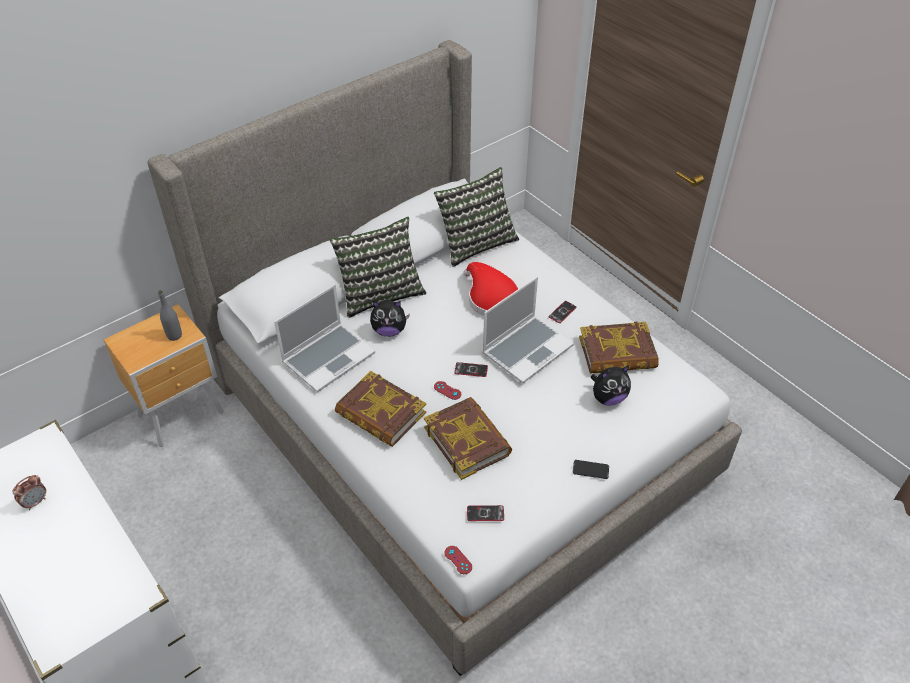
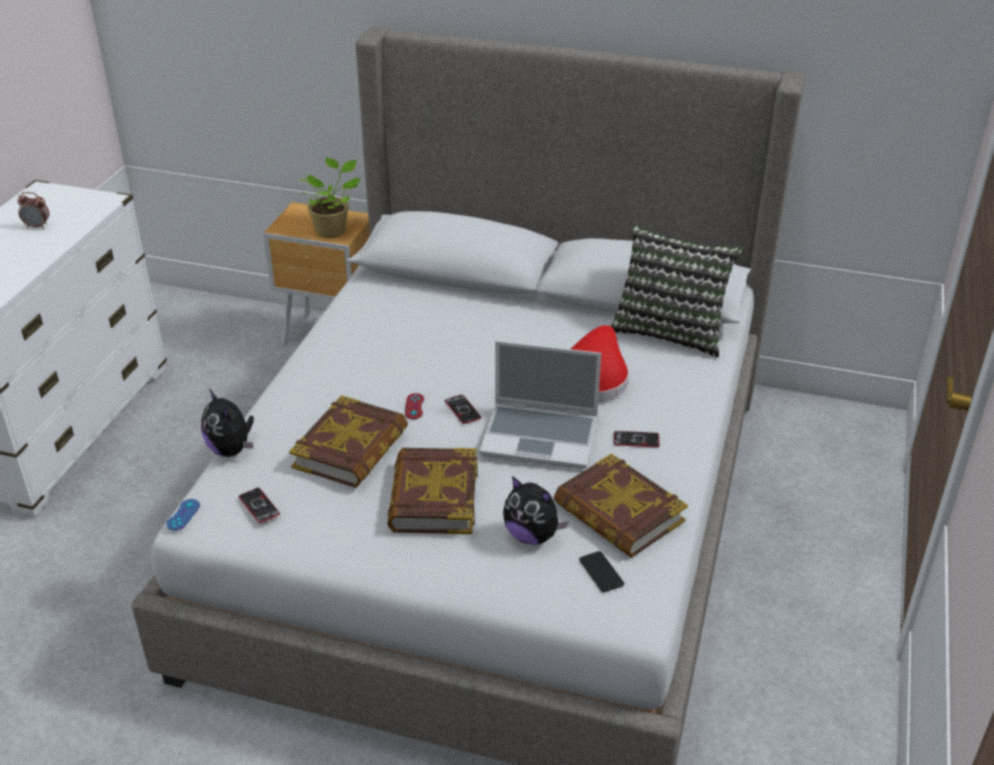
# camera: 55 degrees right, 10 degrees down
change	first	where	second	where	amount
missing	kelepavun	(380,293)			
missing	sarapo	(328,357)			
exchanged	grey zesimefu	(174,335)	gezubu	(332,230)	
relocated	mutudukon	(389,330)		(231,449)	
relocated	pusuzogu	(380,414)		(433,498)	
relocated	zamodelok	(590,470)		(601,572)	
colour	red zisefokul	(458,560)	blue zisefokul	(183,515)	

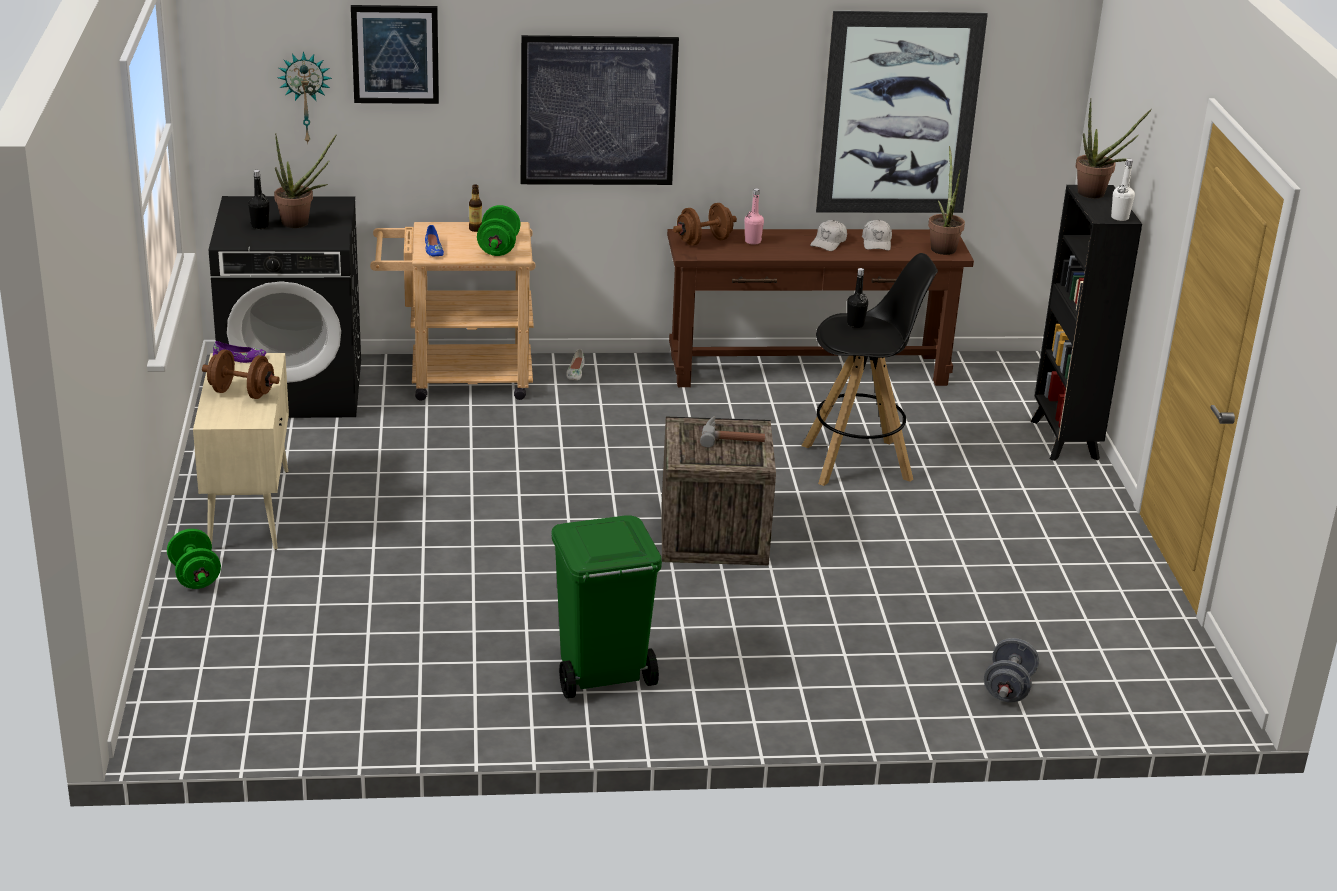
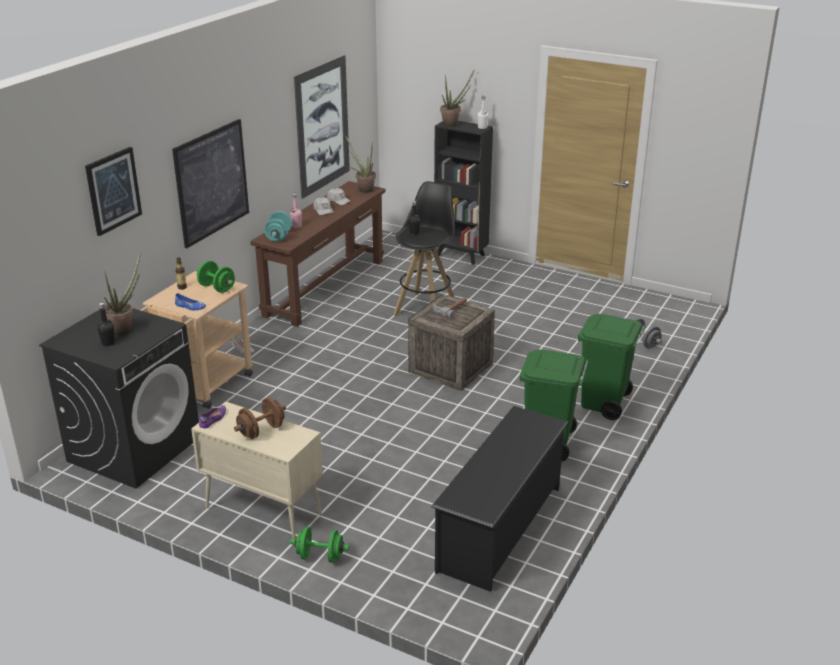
# camera: 55 degrees left, 0 degrees up
change	first	where	second	where	amount
missing	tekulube	(305,97)			
colour	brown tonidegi	(704,241)	turquoise tonidegi	(278,237)	
appeared			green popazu	(604,404)	
appeared			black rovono	(500,528)	

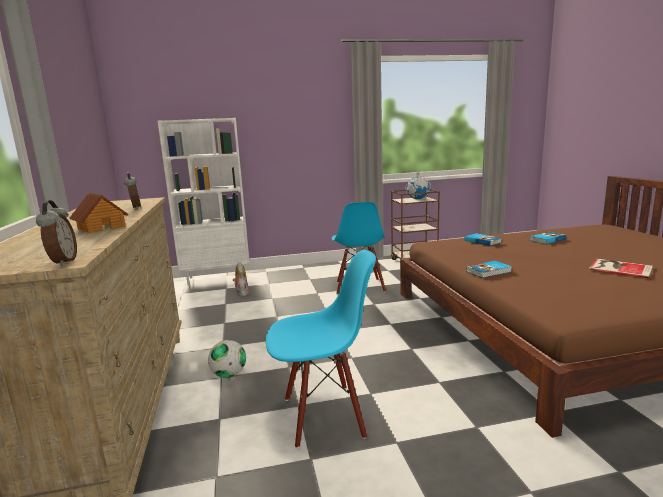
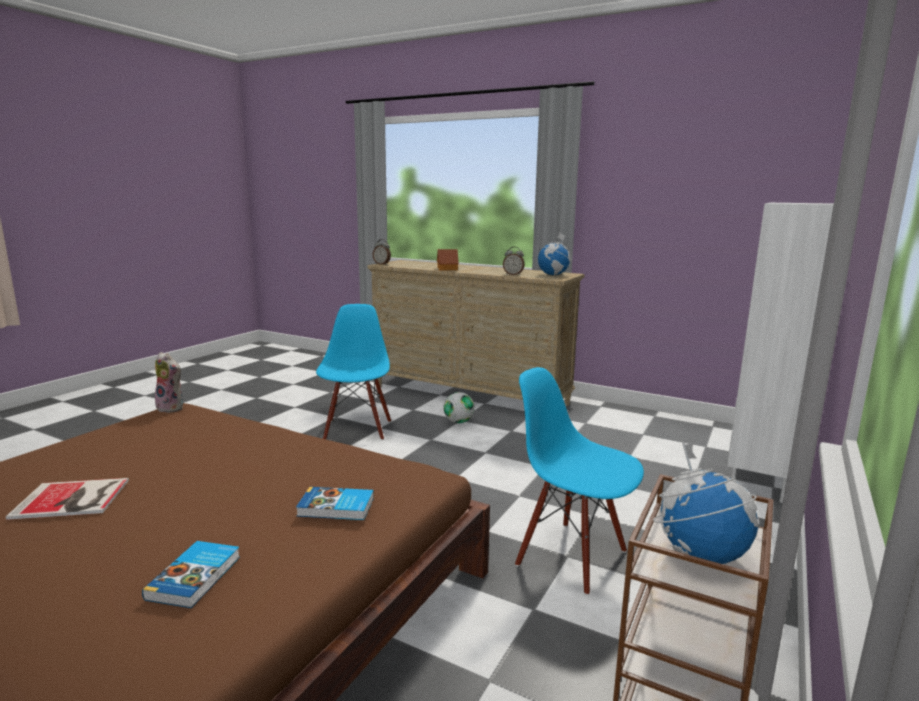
# camera: 130 degrees right, 0 degrees up
change	first	where	second	where	amount
spun	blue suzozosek	(324,415)		(357,429)	150 degrees clockwise
missing	pusuzogu	(489,271)			
relocated	mutudukon	(241,293)		(172,408)	
appeared			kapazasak	(553,275)	

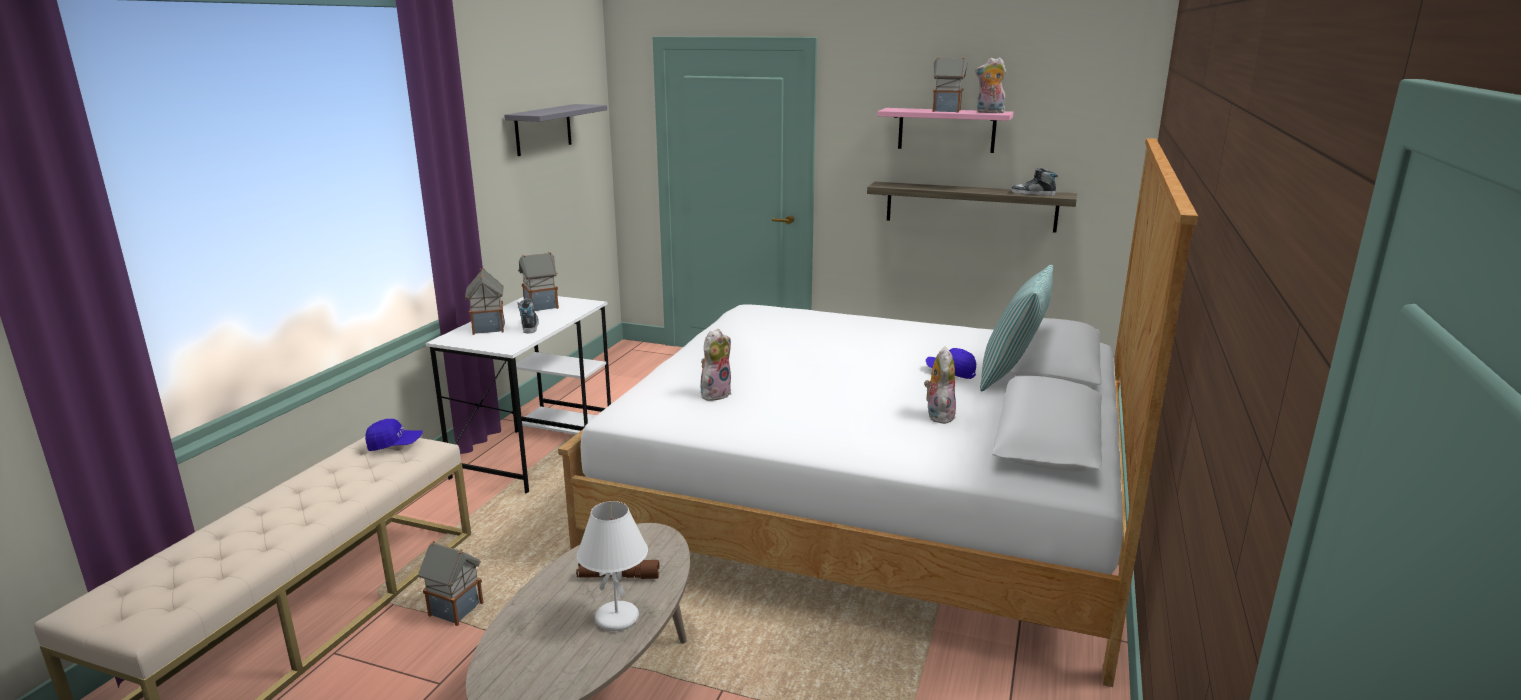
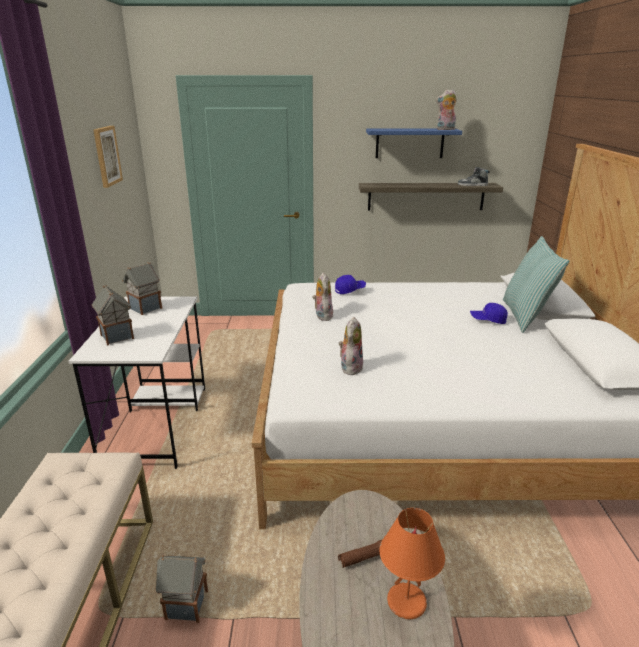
# camera: 20 degrees left, 5 degrees up
change	first	where	second	where	amount
missing	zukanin	(947,111)			
exchanged	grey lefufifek	(543,129)	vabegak	(106,156)	
colour	pink lefufifek	(946,130)	blue lefufifek	(409,143)	
missing	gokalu	(529,326)			
relocated	mutudukon	(938,415)		(322,316)	
relocated	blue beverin	(395,445)		(350,290)	
colour	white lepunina	(618,618)	orange lepunina	(407,601)	

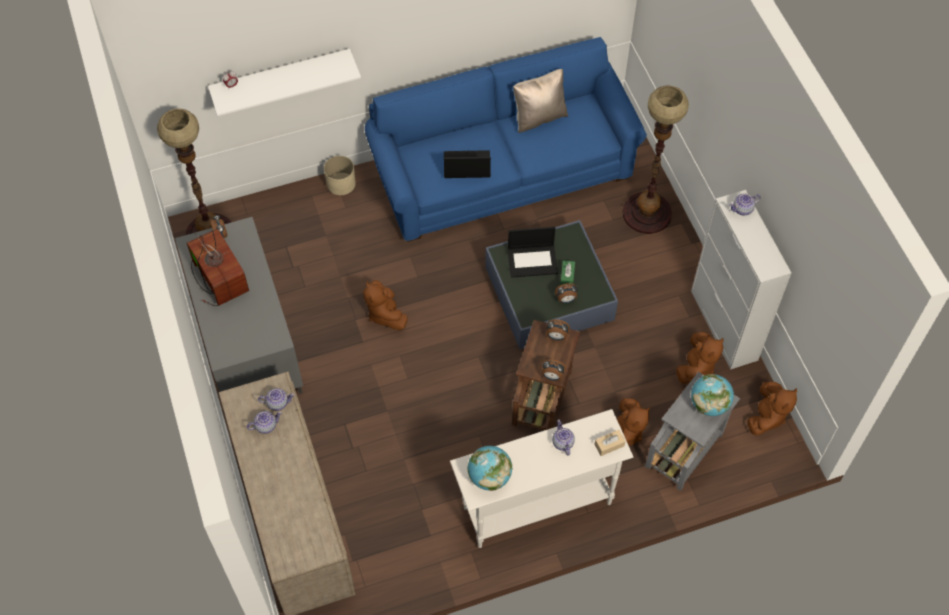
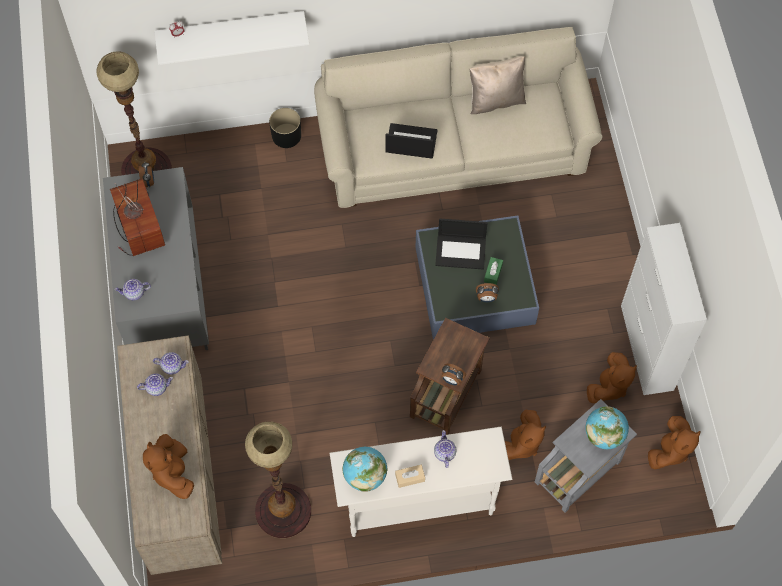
# camera: 10 degrees right, 5 degrees up
change	first	where	second	where	amount
colour	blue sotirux	(502,170)	beige sotirux	(453,146)	
relocated	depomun	(646,213)		(283,511)	
colour	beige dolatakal	(341,183)	black dolatakal	(286,135)	
relocated	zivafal	(742,209)		(134,293)	
relocated	brown mutudukon	(385,314)		(173,472)	
missing	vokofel	(556,336)			
relocated	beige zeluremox	(609,445)		(410,478)	

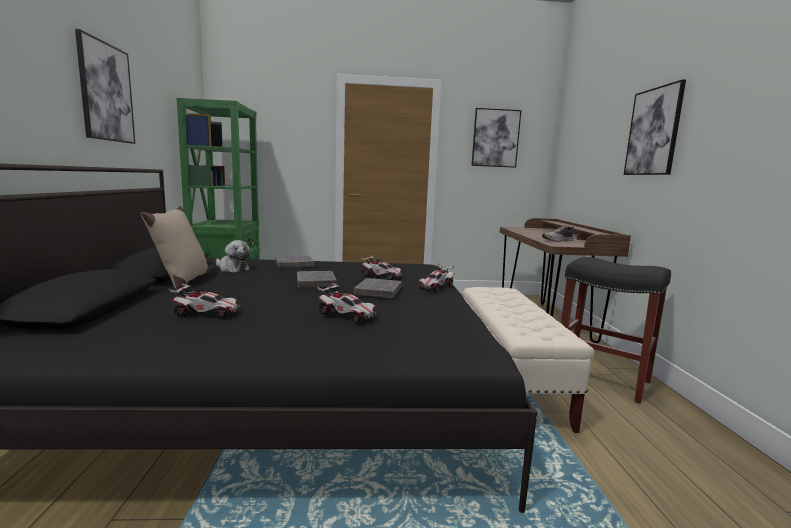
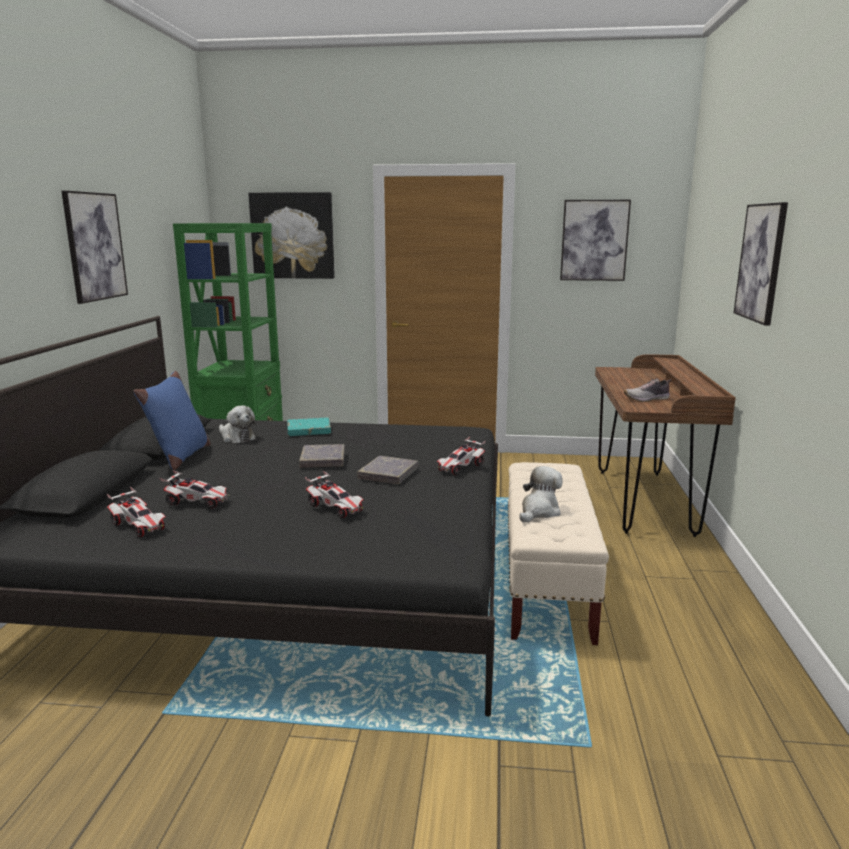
# camera: 10 degrees right, 5 degrees up
change	first	where	second	where	amount
colour	beige kelepavun	(182,281)	blue kelepavun	(180,457)	
relocated	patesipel	(381,276)		(139,526)	
colour	grey pusuzogu	(294,264)	turquoise pusuzogu	(309,430)	
missing	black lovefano	(603,379)			
appeared			vabegak	(293,236)	
appeared			mutudukon	(539,511)	

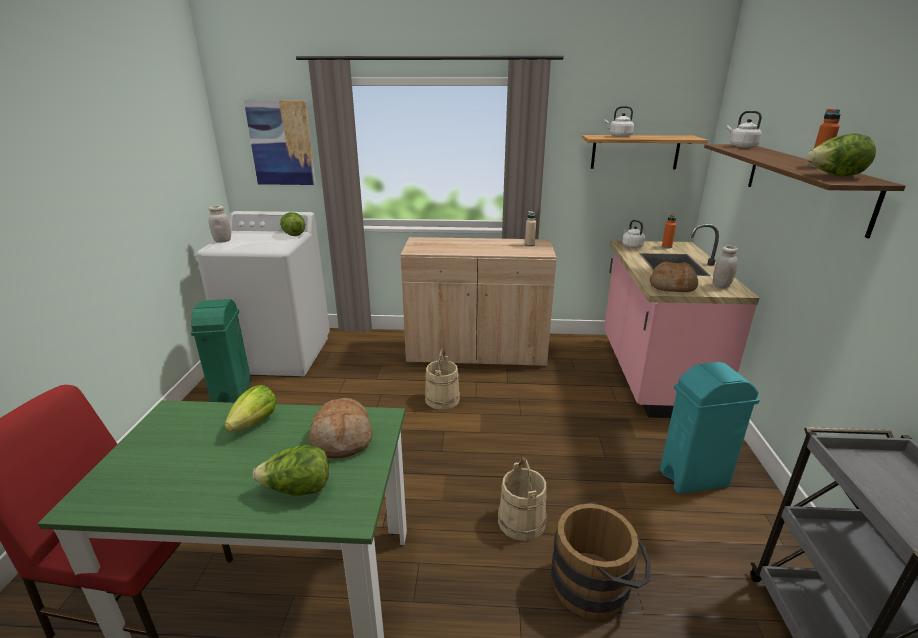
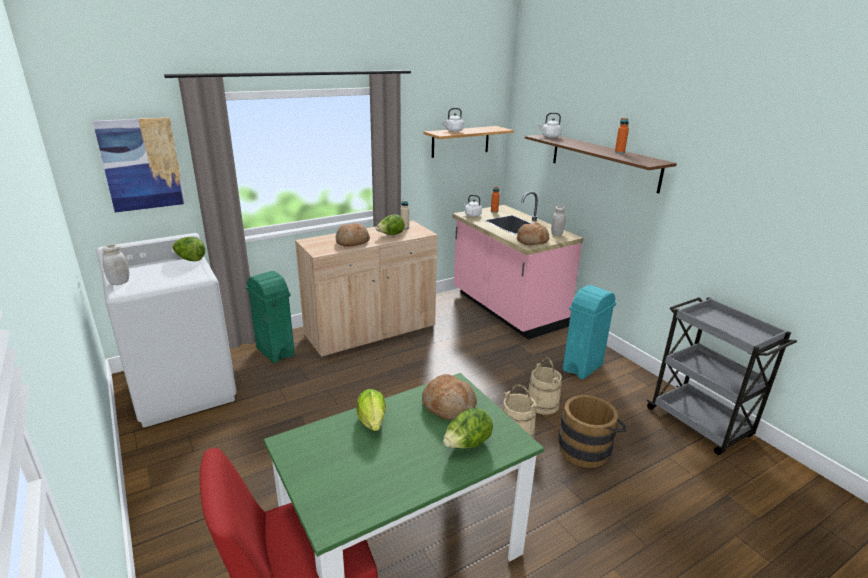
# camera: 35 degrees left, 0 degrees up
change	first	where	second	where	amount
relocated	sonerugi	(833,176)		(390,235)	
relocated	green popazu	(232,394)		(275,352)	
relocated	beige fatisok	(442,399)		(542,404)	
appeared			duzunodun	(352,242)	

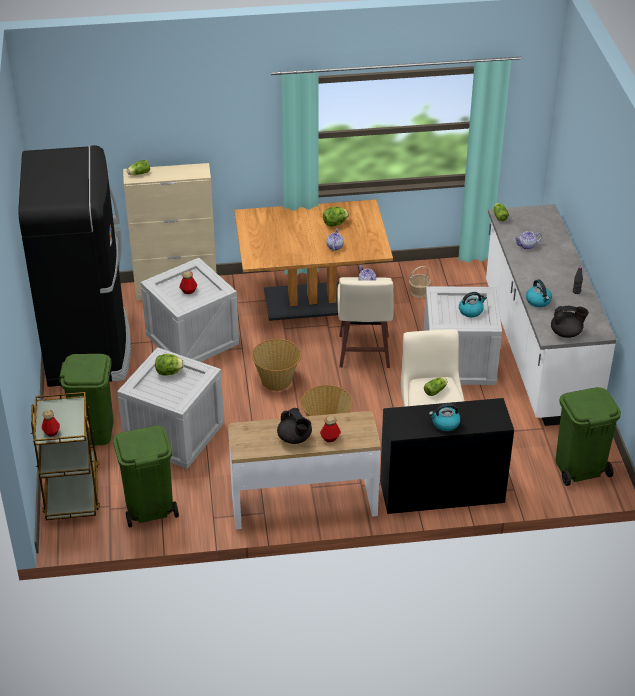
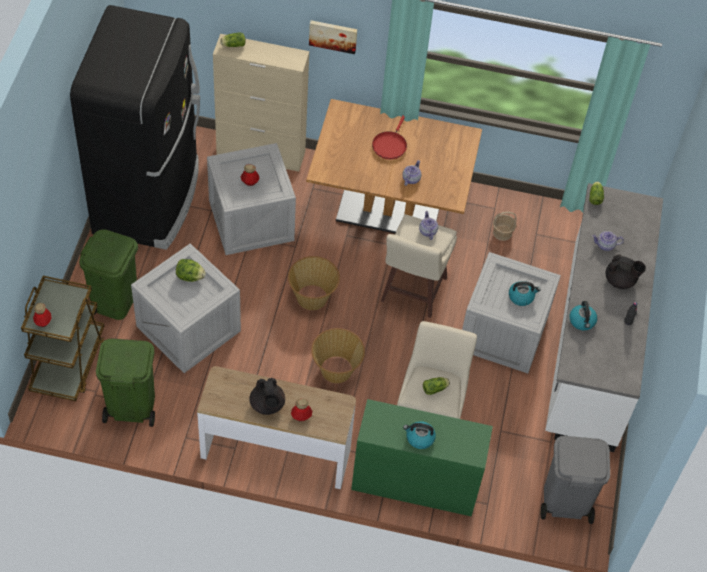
# camera: 15 degrees right, 15 degrees up
change	first	where	second	where	amount
missing	sonerugi	(335,223)			
relocated	black zivafal	(566,333)		(620,280)	
colour	green popazu	(579,468)	grey popazu	(565,501)	
colour	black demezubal	(441,492)	green demezubal	(415,483)	
appeared			vabegak	(333,35)	
appeared			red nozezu	(390,145)	

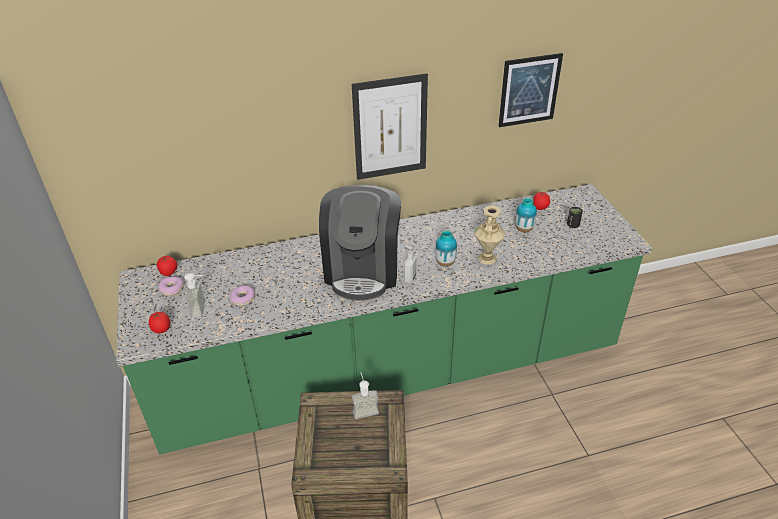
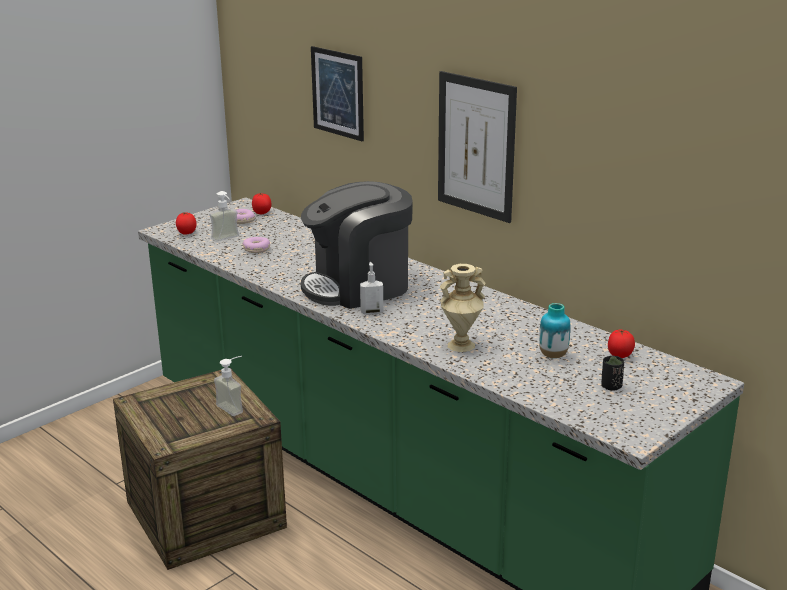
# camera: 60 degrees right, 15 degrees down
change	first	where	second	where	amount
relocated	vabegak	(529,90)		(337,93)	
missing	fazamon	(445,263)			

